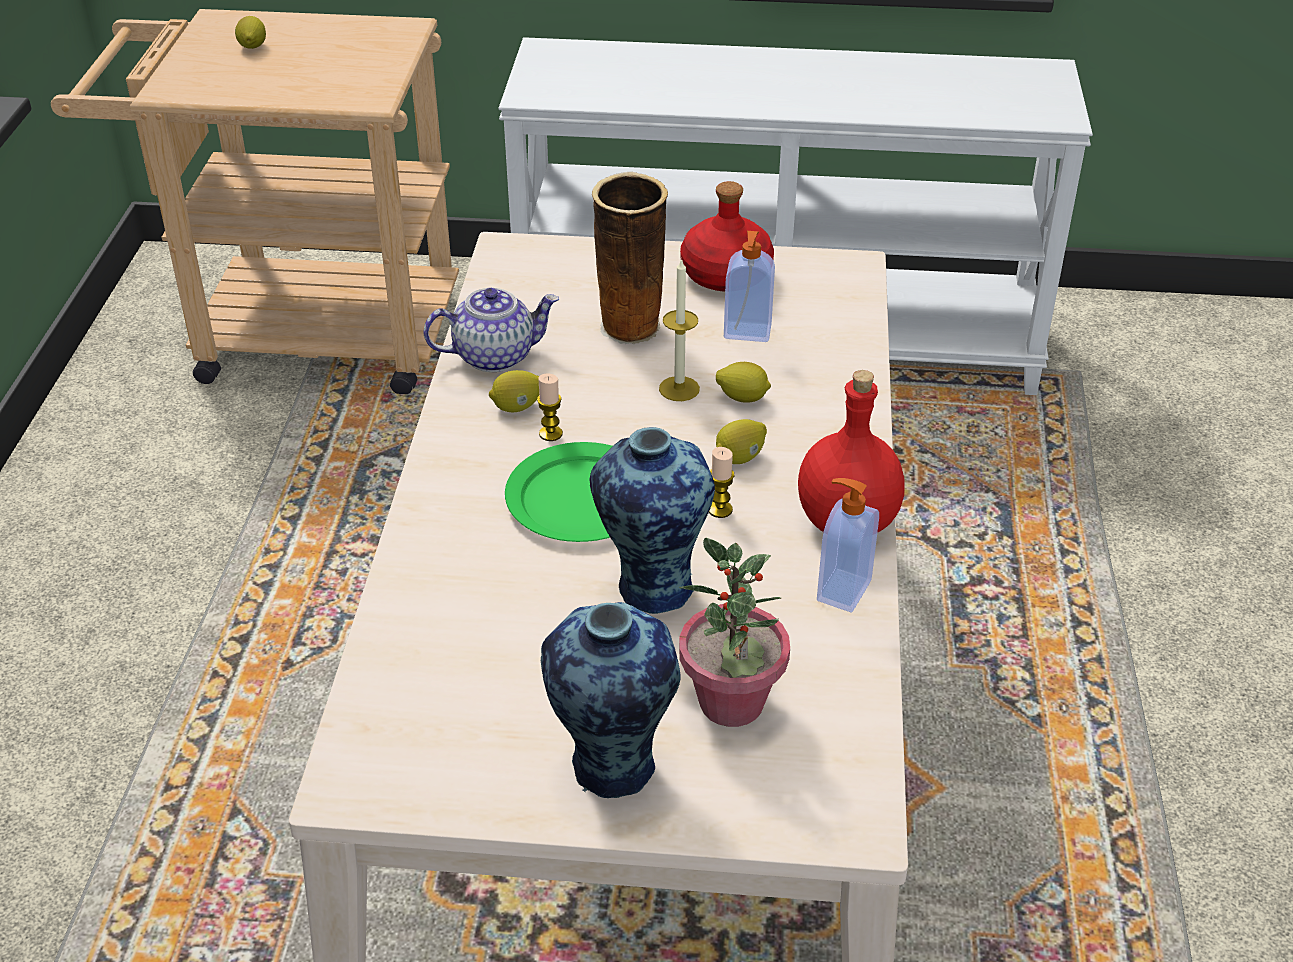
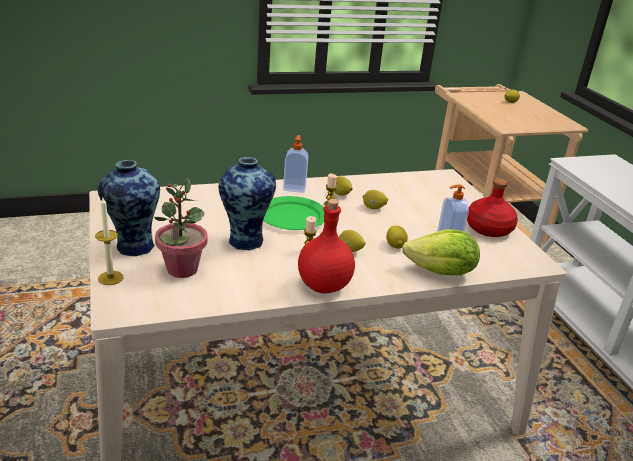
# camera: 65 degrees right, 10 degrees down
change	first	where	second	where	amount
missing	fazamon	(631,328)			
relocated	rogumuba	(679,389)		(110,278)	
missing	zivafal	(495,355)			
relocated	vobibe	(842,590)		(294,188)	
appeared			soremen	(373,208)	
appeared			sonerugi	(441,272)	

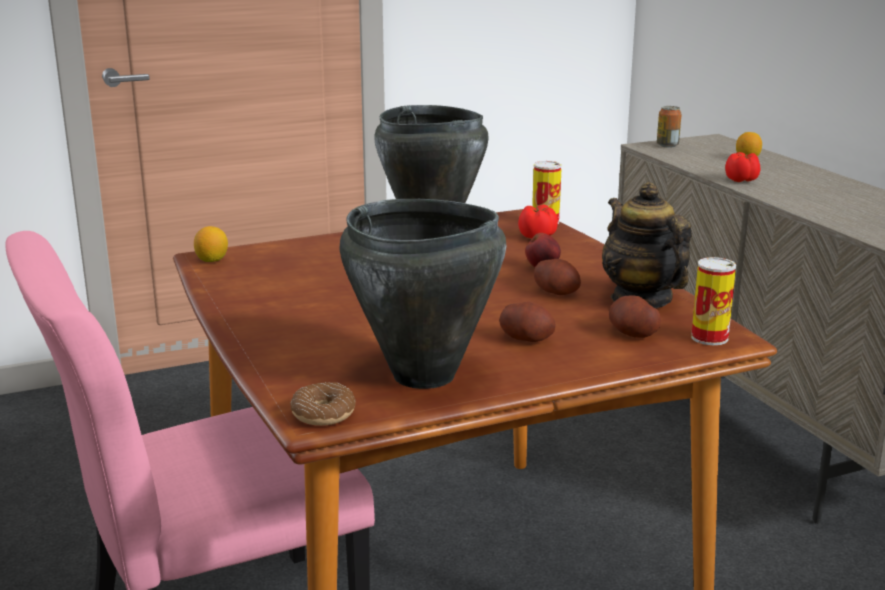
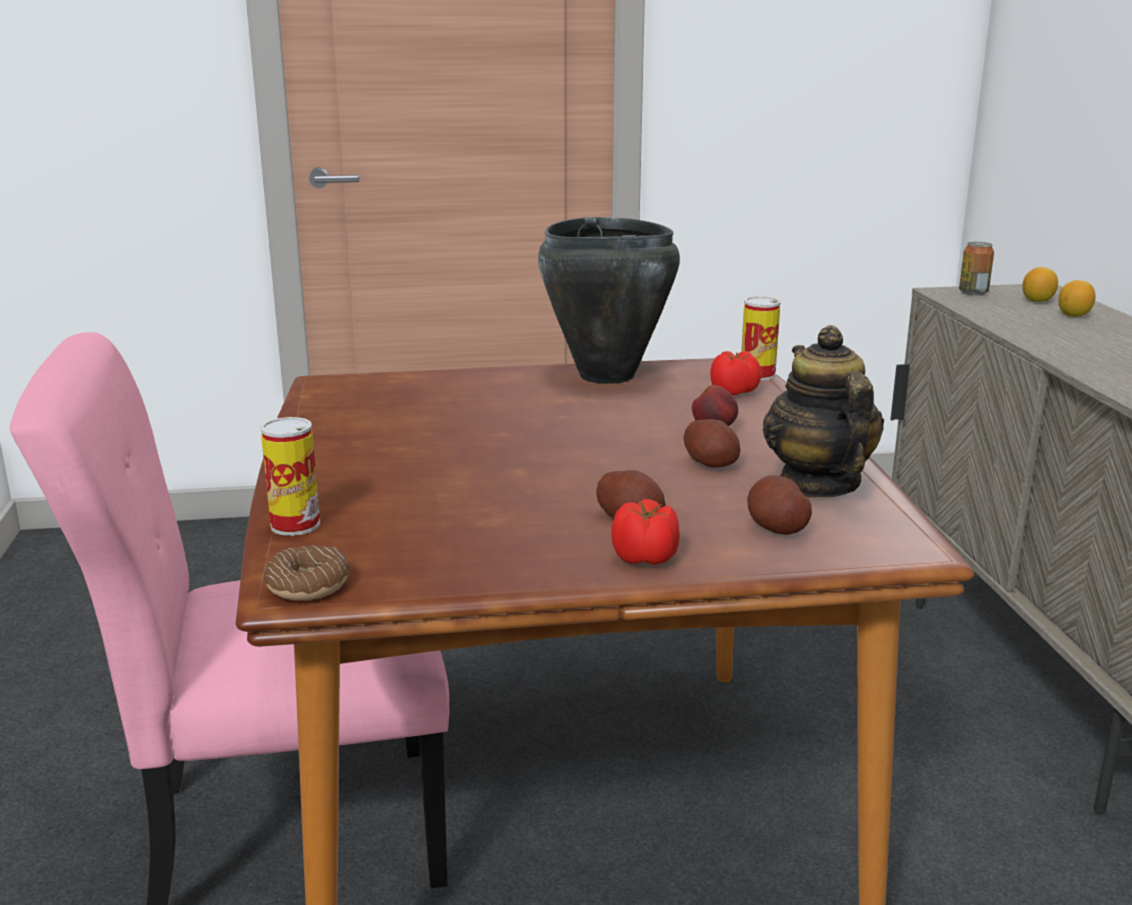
# camera: 15 degrees right, 0 degrees up
change	first	where	second	where	amount
relocated	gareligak	(742,180)		(646,559)	
missing	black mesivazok	(424,376)			
relocated	soremen	(212,260)		(1037,301)	
relocated	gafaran	(709,338)		(295,525)	

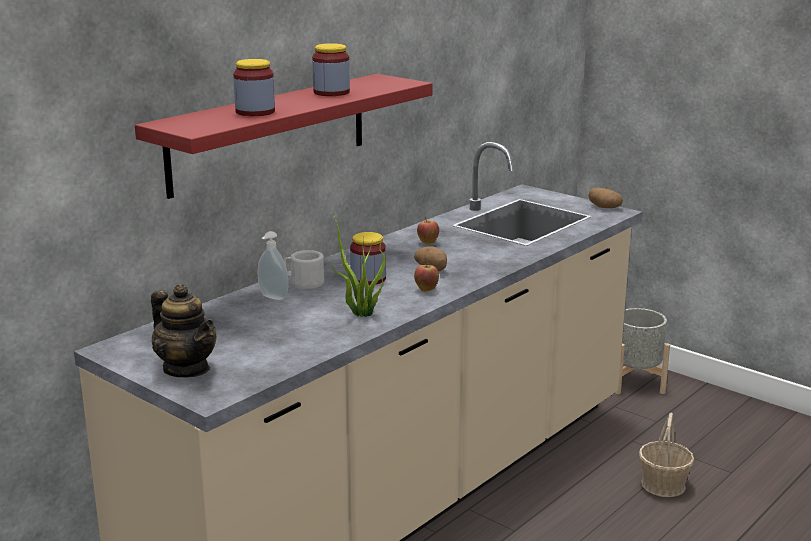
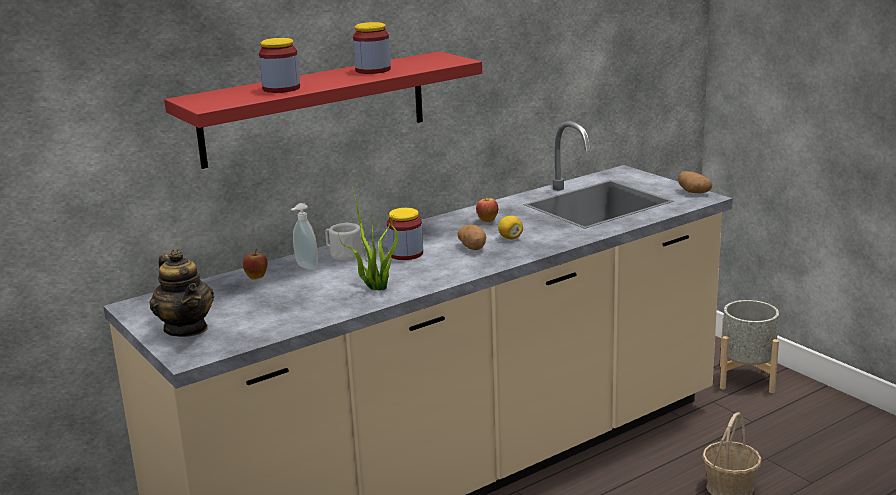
# camera: 15 degrees right, 0 degrees up
change	first	where	second	where	amount
relocated	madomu	(426,290)		(256,278)	
appeared			soremen	(510,238)	

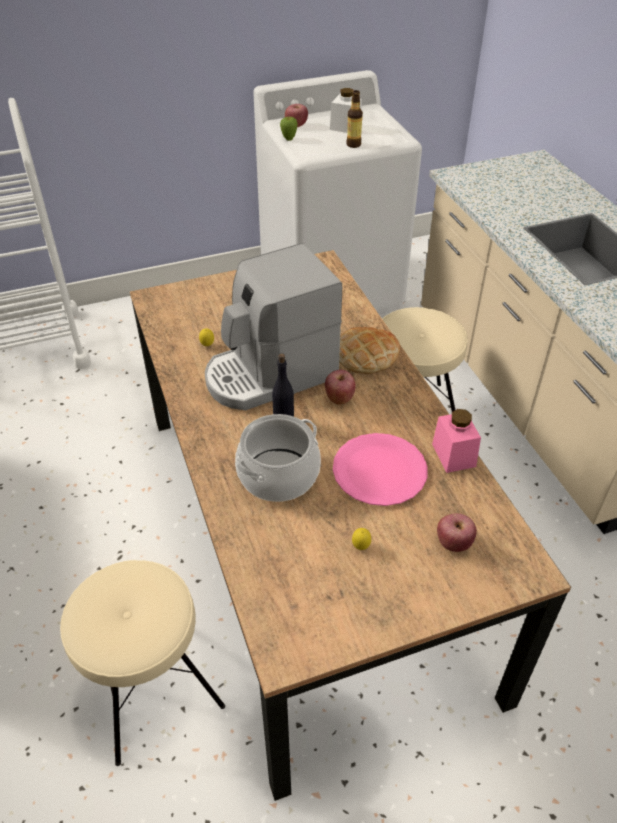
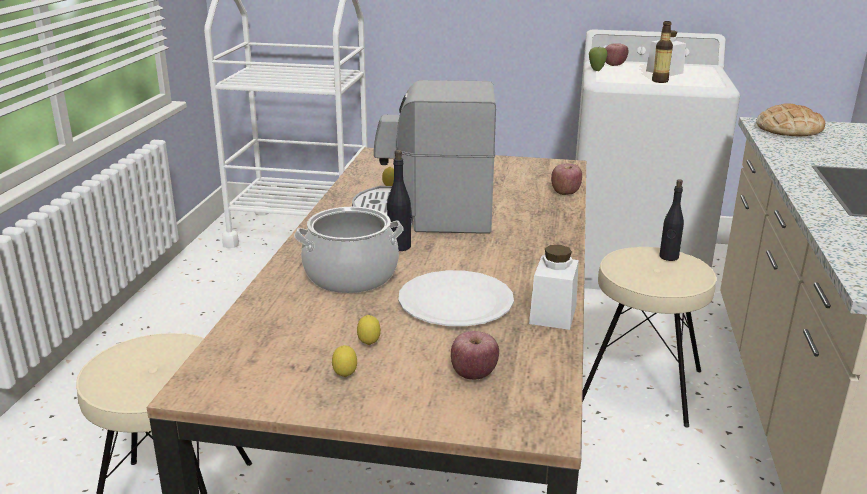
# camera: 30 degrees right, 20 degrees down
change	first	where	second	where	amount
relocated	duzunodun	(366,355)		(788,129)	
relocated	madomu	(339,398)		(565,192)	
colour	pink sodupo	(453,455)	white sodupo	(553,314)	
colour	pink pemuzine	(379,471)	white pemuzine	(455,301)	
appeared			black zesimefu	(668,257)	
appeared			soremen	(345,376)	

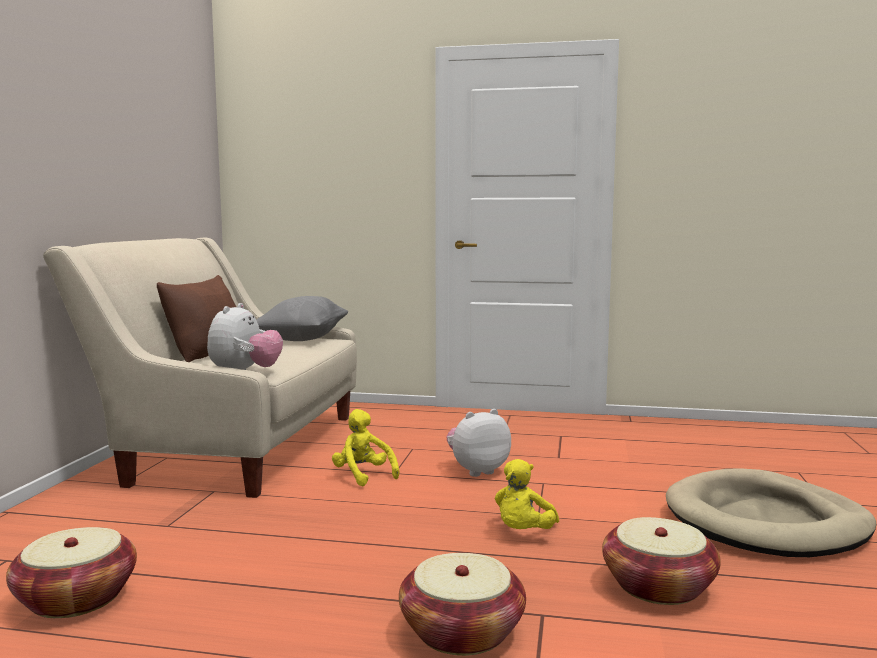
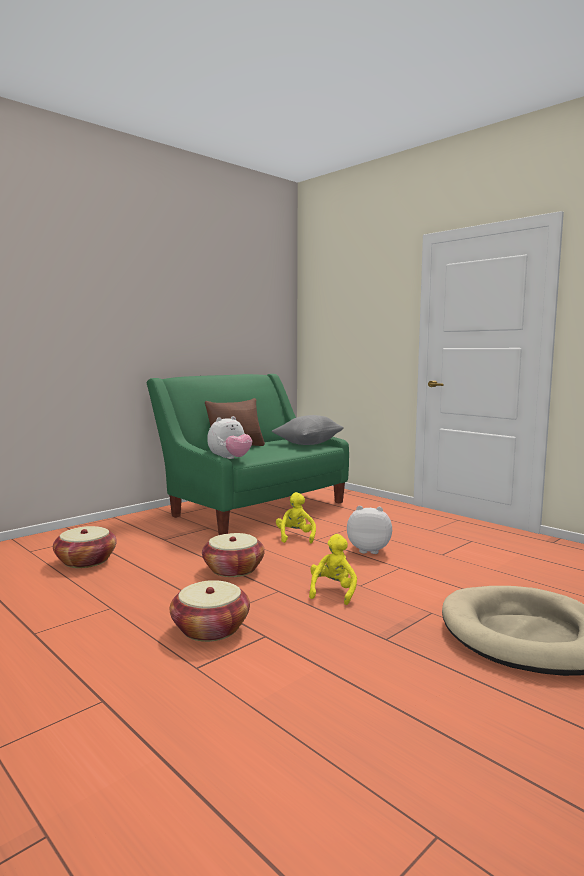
# camera: 35 degrees right, 0 degrees up
change	first	where	second	where	amount
colour	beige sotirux	(233,447)	green sotirux	(253,507)	
spun	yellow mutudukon	(523,532)		(333,592)	135 degrees clockwise
relocated	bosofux	(658,586)		(233,569)	

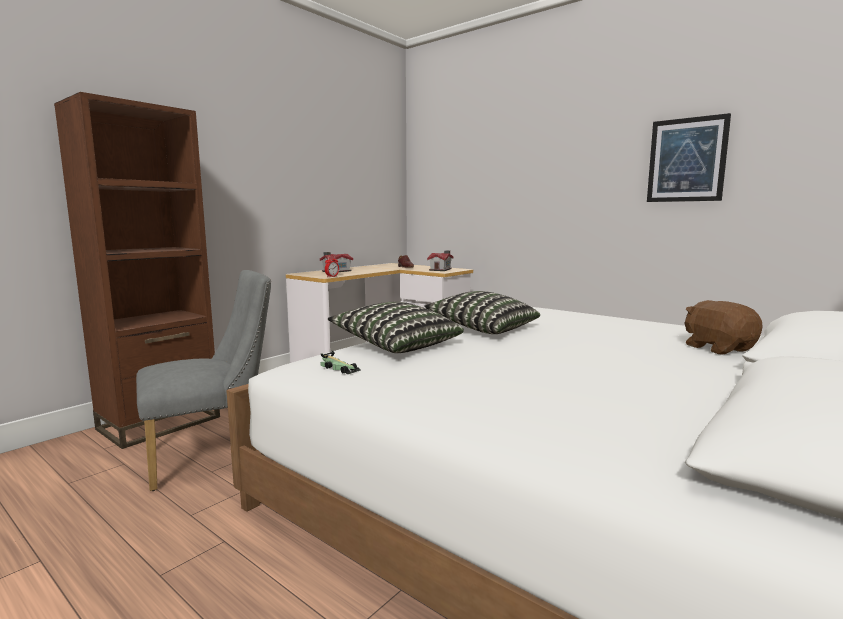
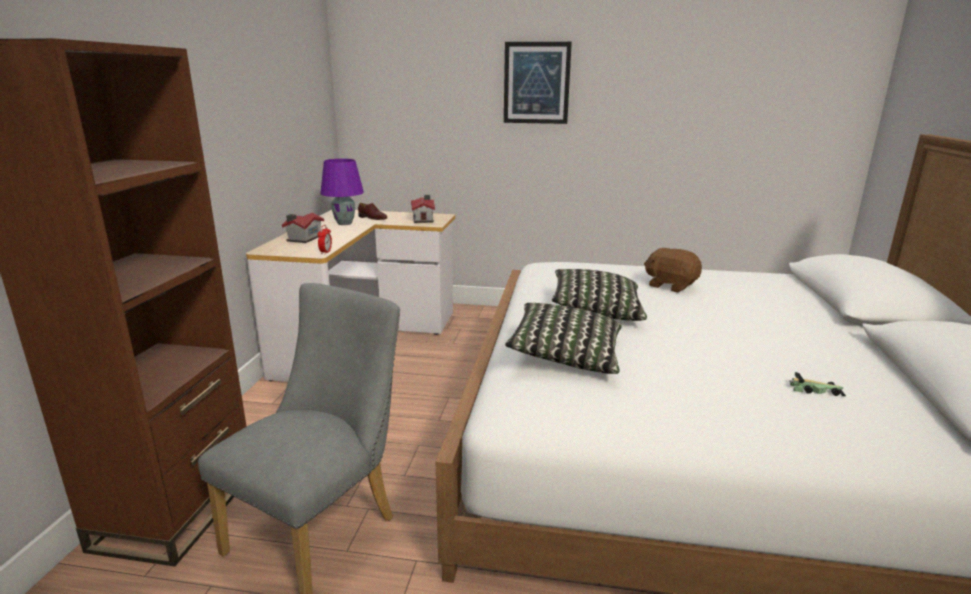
# camera: 30 degrees left, 10 degrees up
change	first	where	second	where	amount
relocated	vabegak	(687,160)		(536,83)	
relocated	brown mutudukon	(718,348)		(670,285)	
relocated	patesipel	(338,368)		(815,390)	
appeared			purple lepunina	(345,223)	

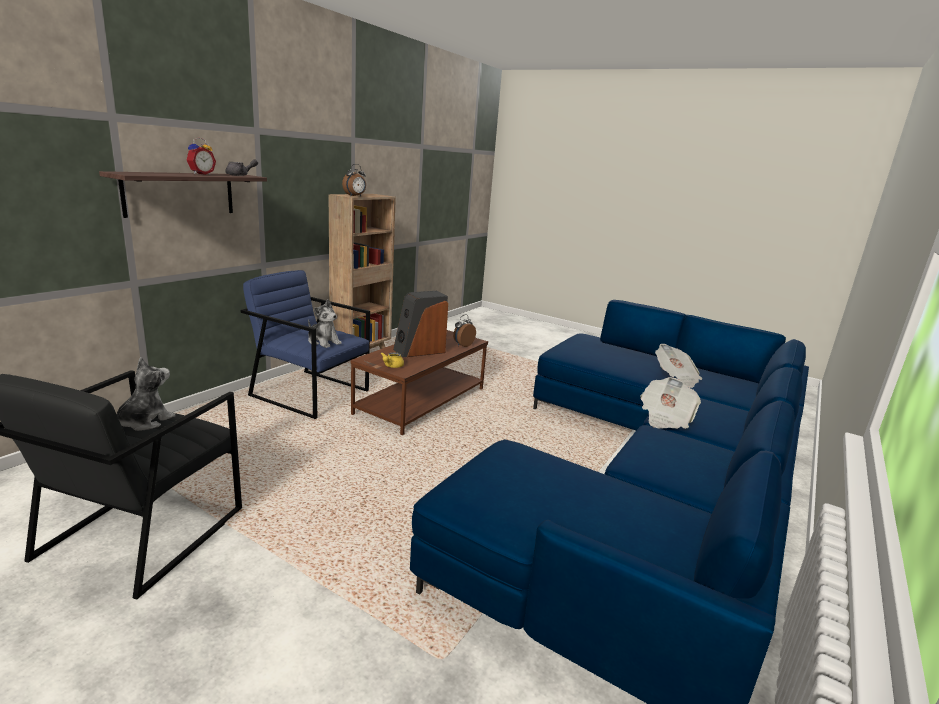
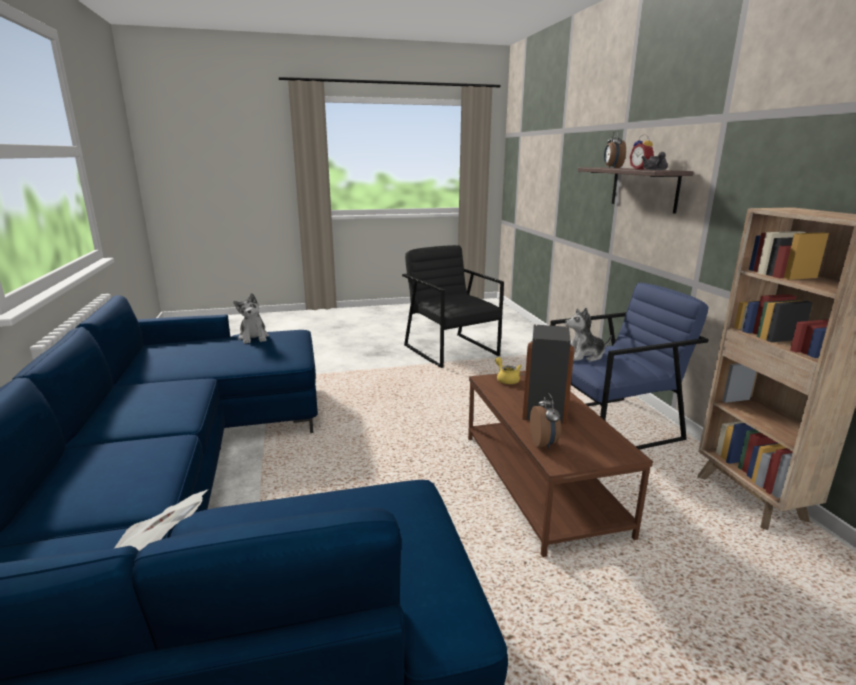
# camera: 135 degrees right, 0 degrees up
change	first	where	second	where	amount
relocated	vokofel	(355,196)		(612,168)	
relocated	mutudukon	(144,421)		(254,337)	
missing	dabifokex	(665,418)			

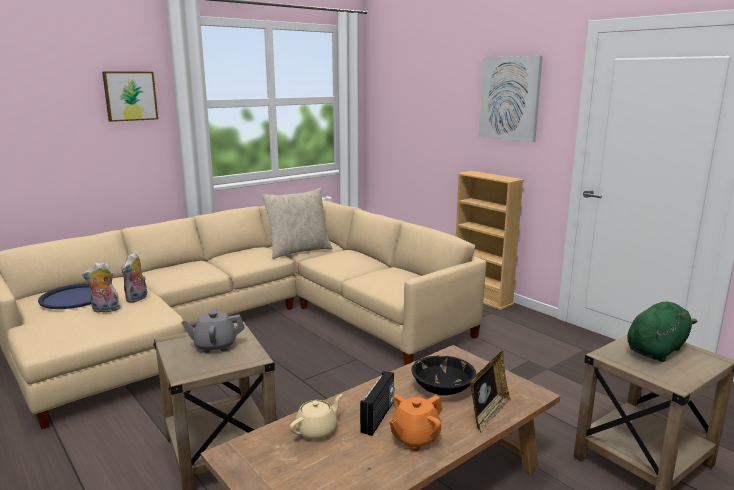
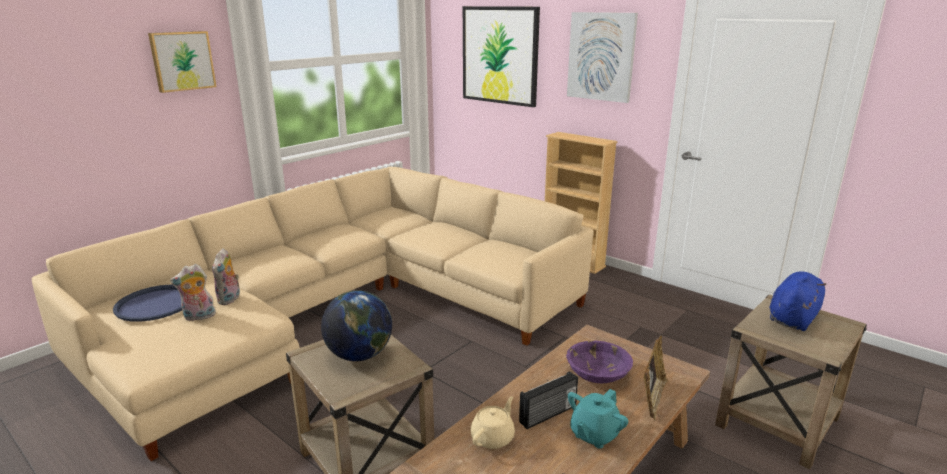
# camera: 10 degrees left, 5 degrees up
change	first	where	second	where	amount
missing	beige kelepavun	(298,251)			
colour	green mutudukon	(657,349)	blue mutudukon	(793,318)	
exchanged	grey zivafal	(215,346)	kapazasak	(360,355)	
colour	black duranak	(442,388)	purple duranak	(597,375)	
spun	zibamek	(379,417)		(548,414)	45 degrees clockwise
colour	orange zivafal	(415,438)	turquoise zivafal	(594,434)	
appeared			vabegak	(500,55)	

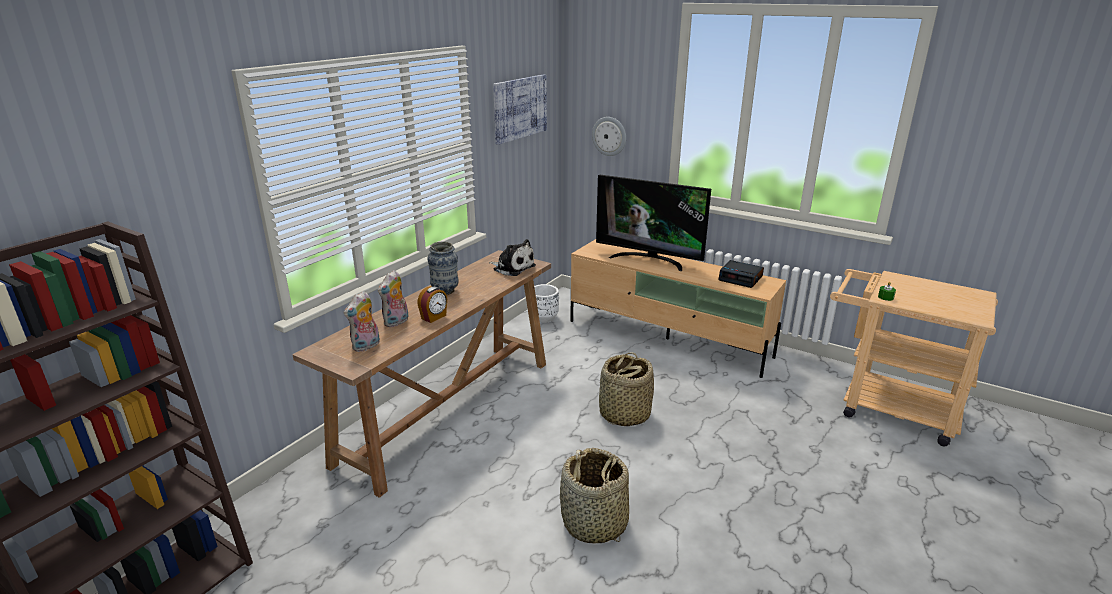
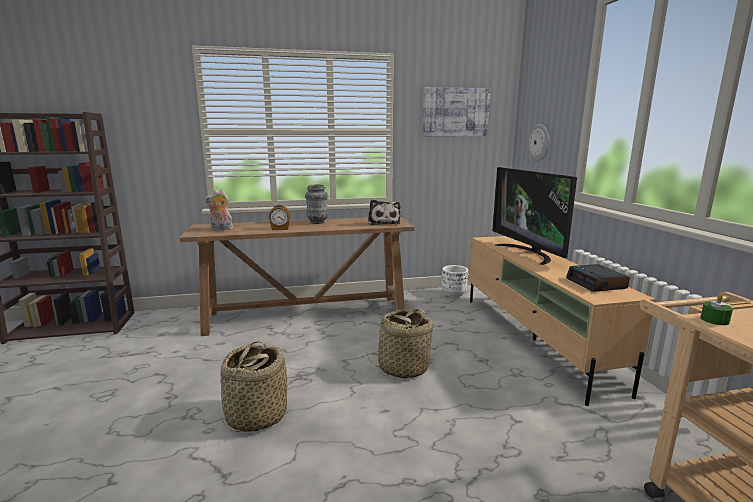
# camera: 45 degrees right, 10 degrees down
change	first	where	second	where	amount
missing	mutudukon	(396,322)			

